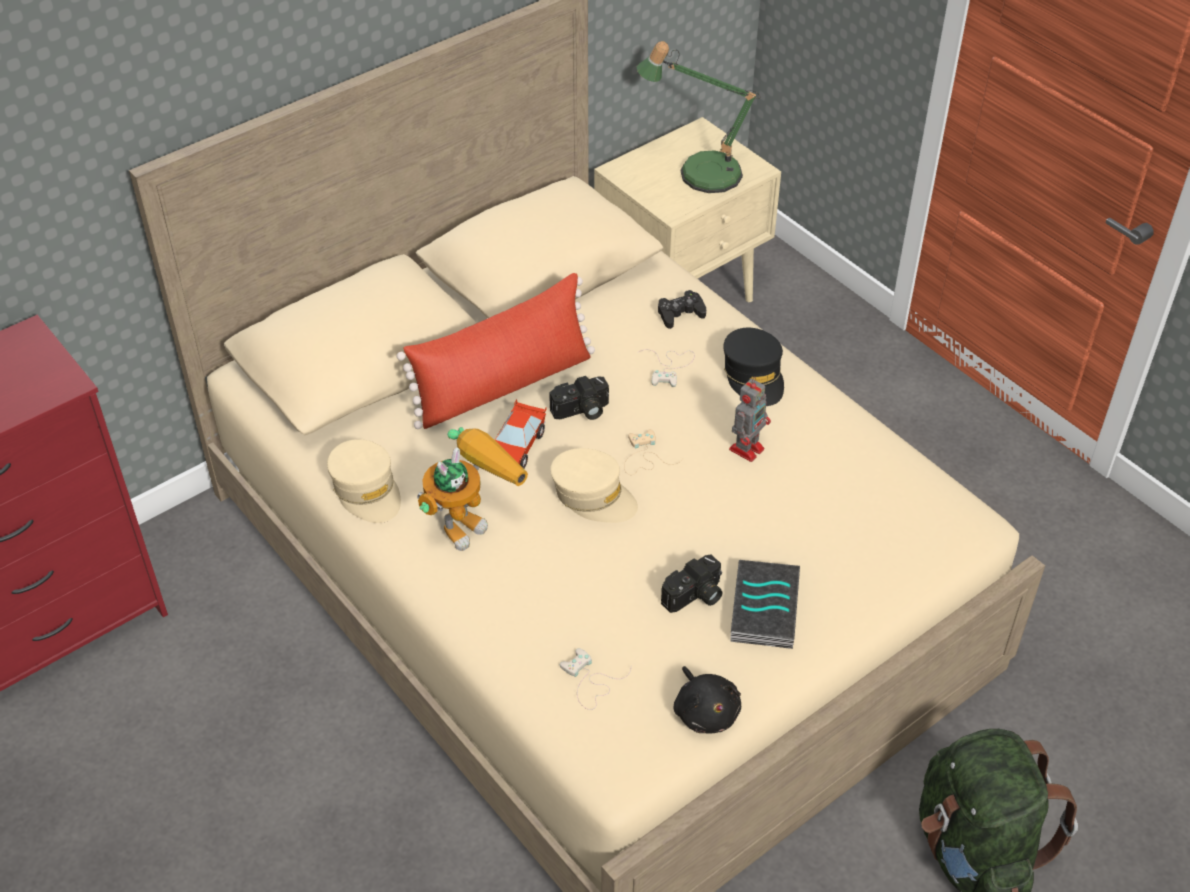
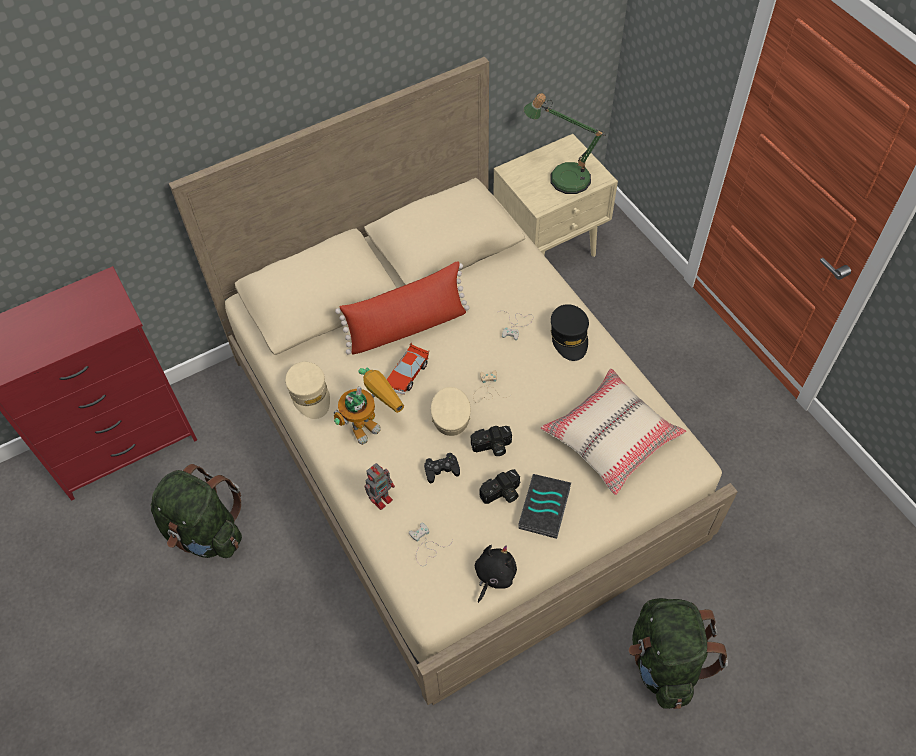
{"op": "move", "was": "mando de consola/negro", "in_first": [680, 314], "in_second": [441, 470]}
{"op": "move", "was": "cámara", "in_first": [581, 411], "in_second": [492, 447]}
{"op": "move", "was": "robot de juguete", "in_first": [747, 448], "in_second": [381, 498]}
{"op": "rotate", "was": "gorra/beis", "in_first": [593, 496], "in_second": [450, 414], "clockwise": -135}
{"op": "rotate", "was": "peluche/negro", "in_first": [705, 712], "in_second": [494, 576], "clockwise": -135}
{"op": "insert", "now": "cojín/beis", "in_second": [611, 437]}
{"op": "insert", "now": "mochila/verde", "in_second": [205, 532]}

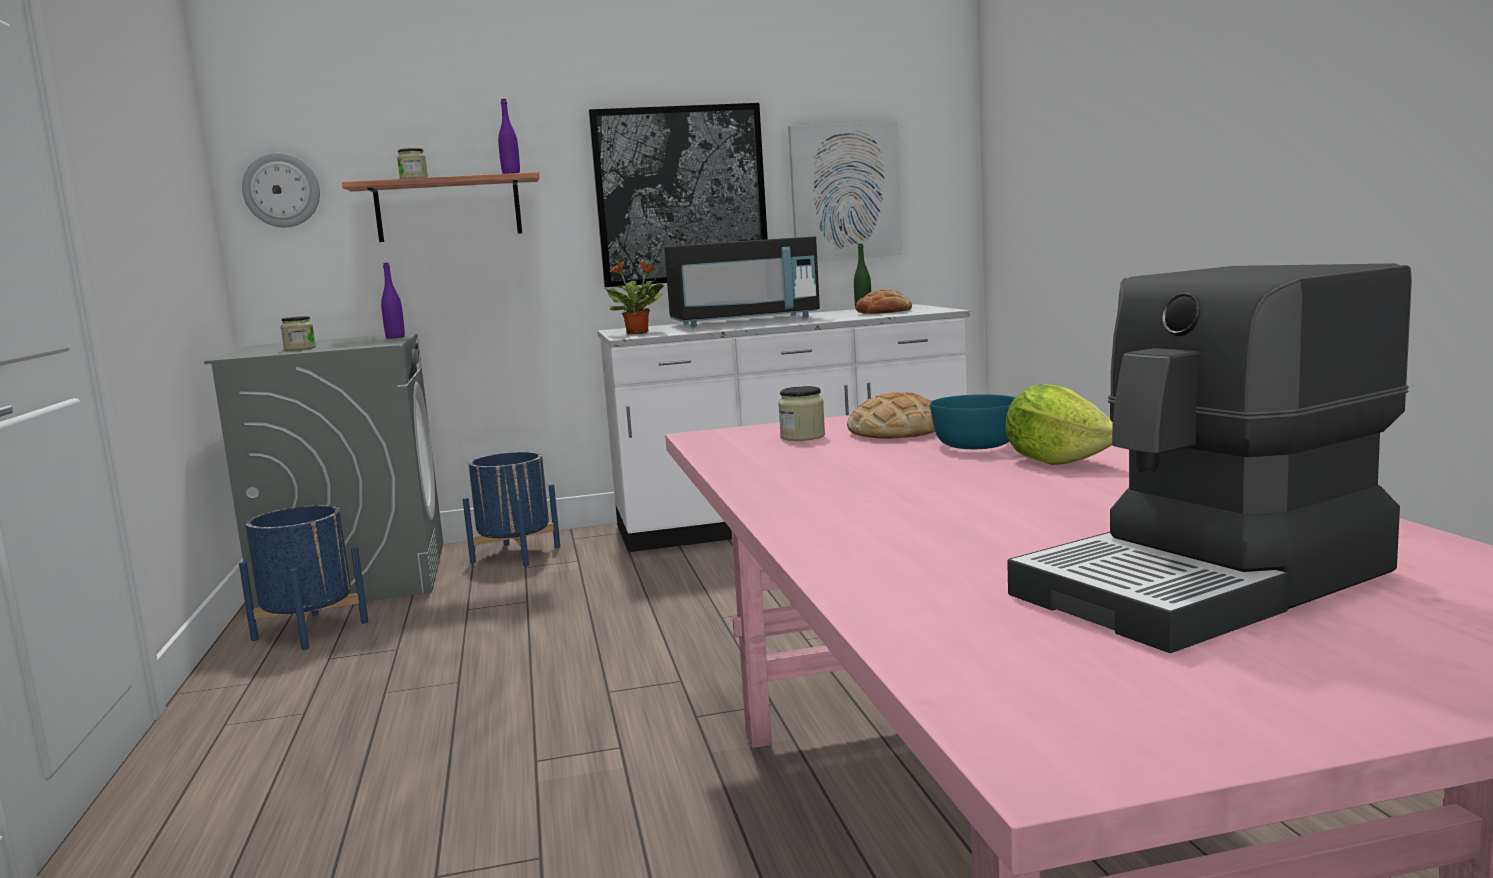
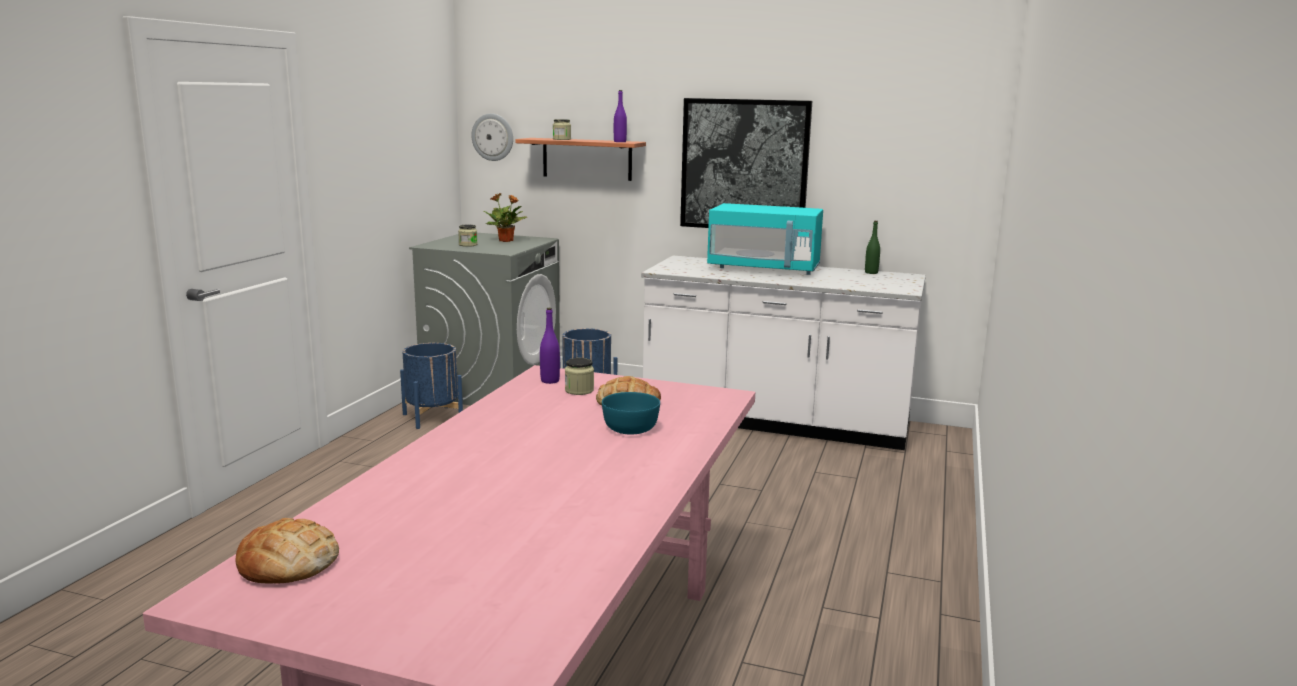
{"op": "delete", "was": "cuadro", "in_first": [844, 192]}
{"op": "recolor", "was": "microondas/negro", "now": "microondas/turquesa", "in_first": [744, 321], "in_second": [764, 269]}
{"op": "move", "was": "planta en maceta", "in_first": [638, 333], "in_second": [506, 241]}
{"op": "move", "was": "botella/morado", "in_first": [395, 337], "in_second": [550, 381]}
{"op": "delete", "was": "cafetera", "in_first": [1209, 583]}
{"op": "move", "was": "pan", "in_first": [884, 312], "in_second": [288, 562]}
{"op": "delete", "was": "lechuga", "in_first": [1057, 461]}

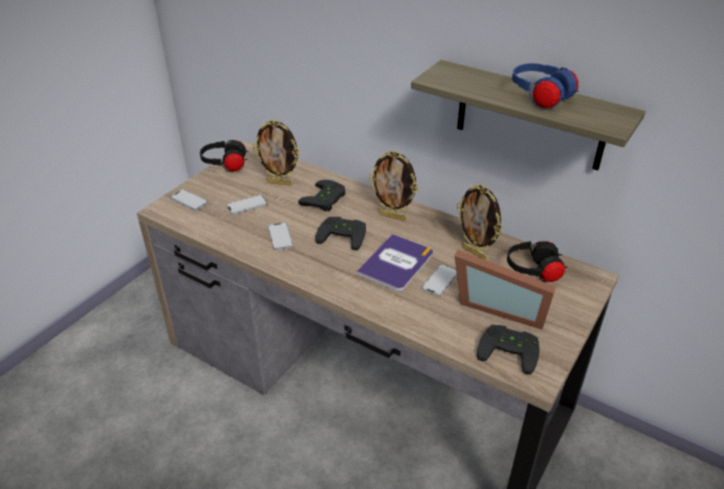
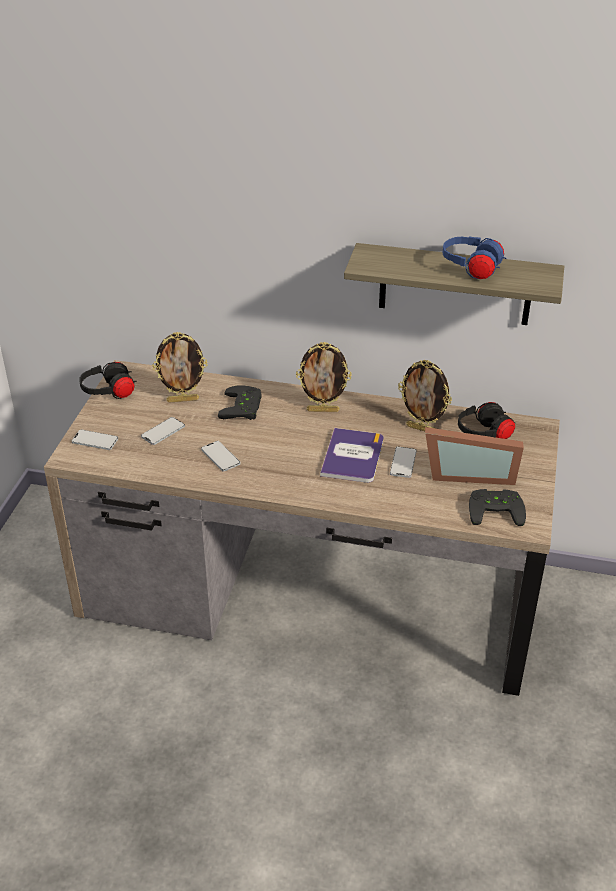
{"op": "delete", "was": "mando de consola/negro", "in_first": [343, 234]}

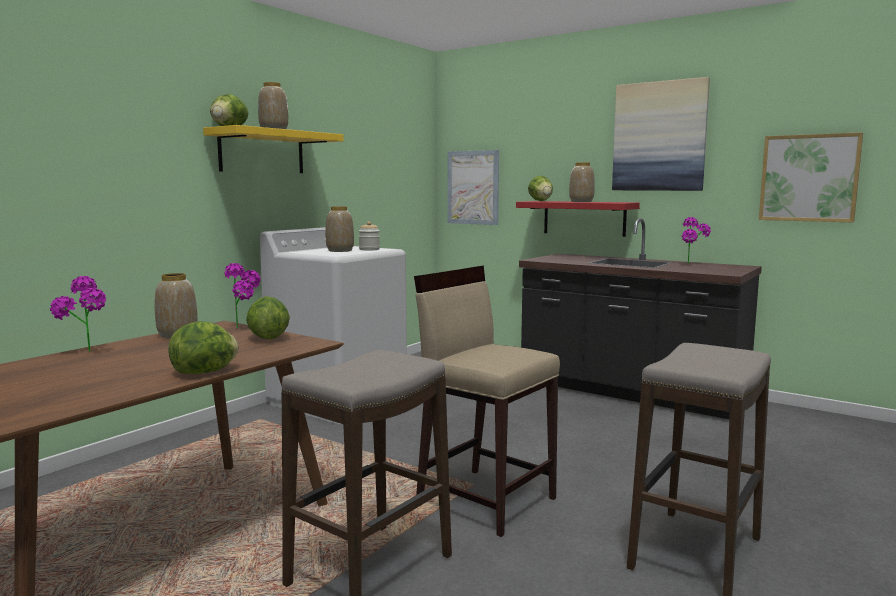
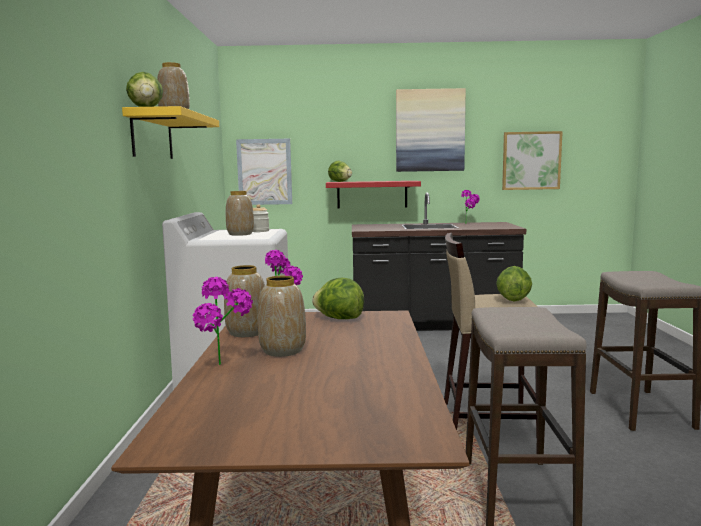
{"op": "move", "was": "florero", "in_first": [581, 202], "in_second": [283, 350]}
{"op": "move", "was": "lechuga", "in_first": [205, 372], "in_second": [513, 300]}

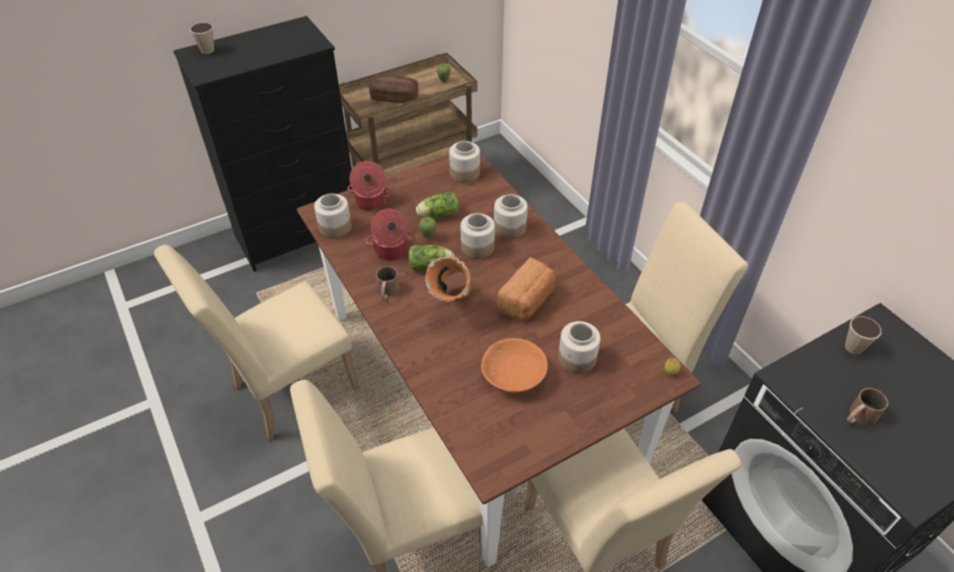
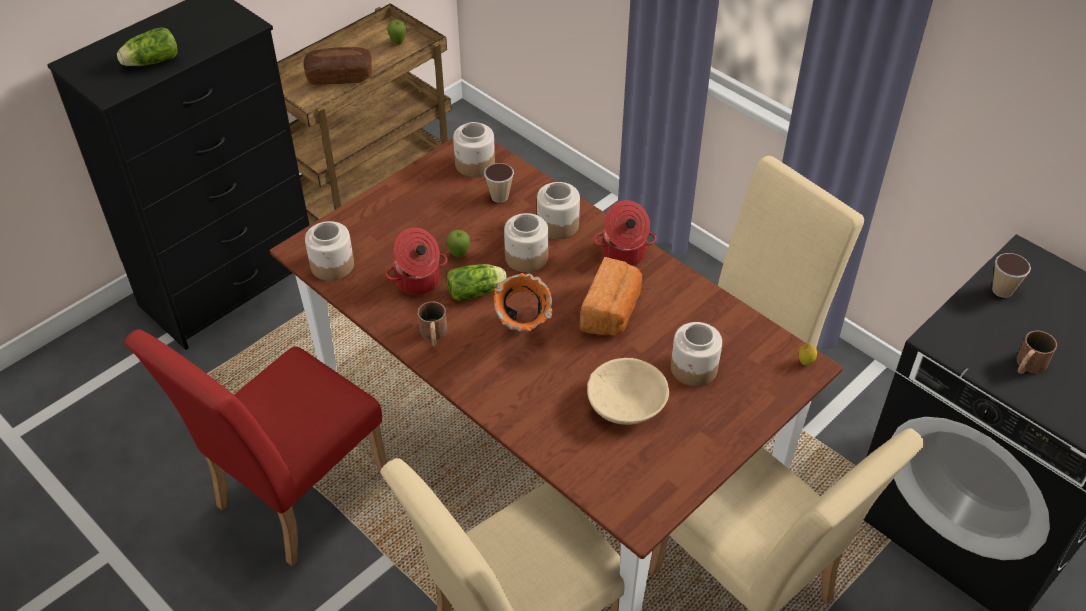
{"op": "move", "was": "taza", "in_first": [207, 50], "in_second": [499, 196]}
{"op": "move", "was": "olla", "in_first": [370, 202], "in_second": [624, 254]}
{"op": "move", "was": "lechuga", "in_first": [437, 215], "in_second": [150, 62]}
{"op": "recolor", "was": "silla/beis", "now": "silla/rojo", "in_first": [287, 391], "in_second": [292, 499]}
{"op": "recolor", "was": "cuenco/naranja", "now": "cuenco/beis", "in_first": [513, 375], "in_second": [626, 404]}

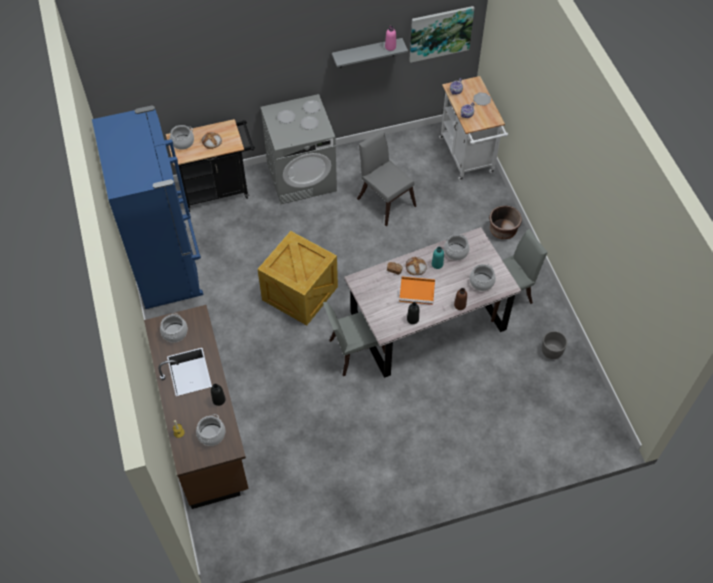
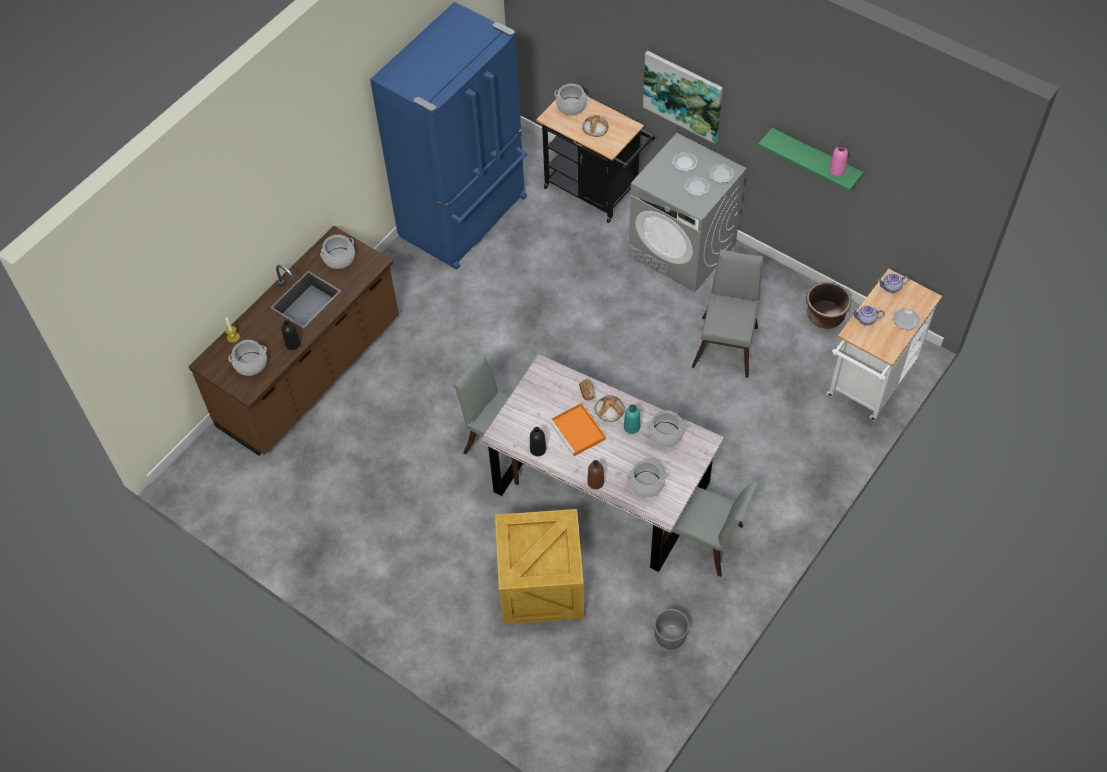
{"op": "move", "was": "cuadro", "in_first": [440, 33], "in_second": [683, 95]}
{"op": "recolor", "was": "estante/gris", "now": "estante/verde", "in_first": [367, 53], "in_second": [815, 159]}
{"op": "move", "was": "maceta/marrón", "in_first": [502, 230], "in_second": [825, 316]}
{"op": "move", "was": "caja de embalaje", "in_first": [299, 292], "in_second": [542, 583]}

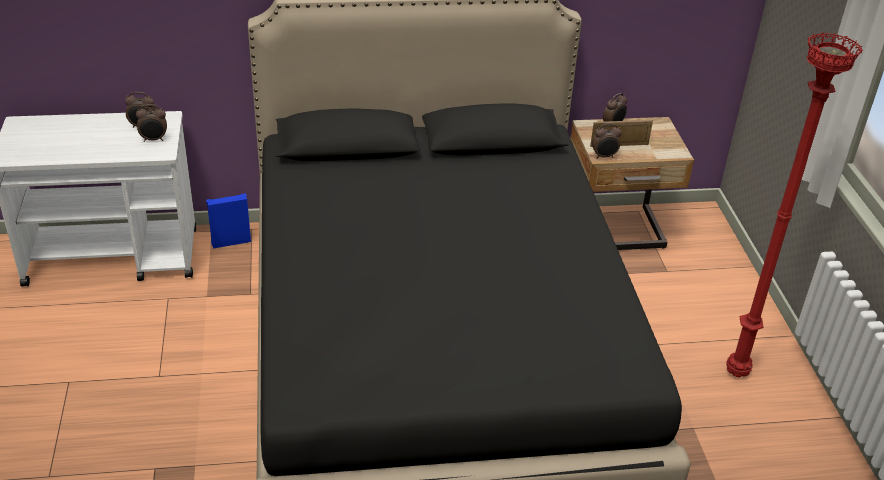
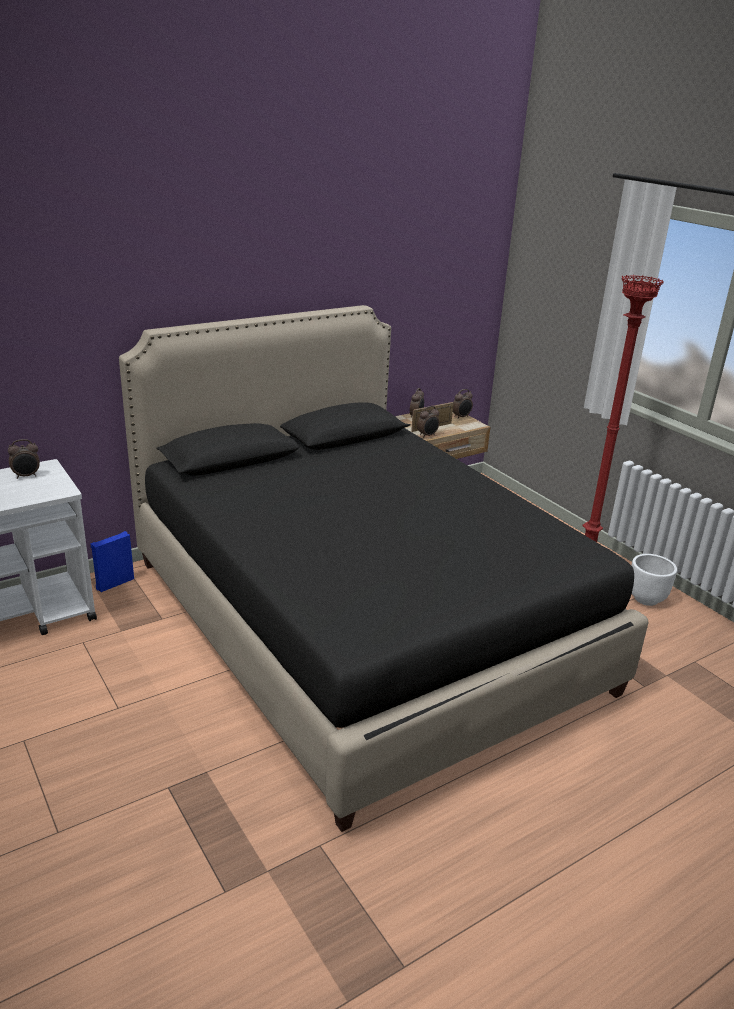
{"op": "move", "was": "despertador", "in_first": [154, 139], "in_second": [461, 417]}
{"op": "insert", "now": "maceta/blanco", "in_second": [645, 599]}

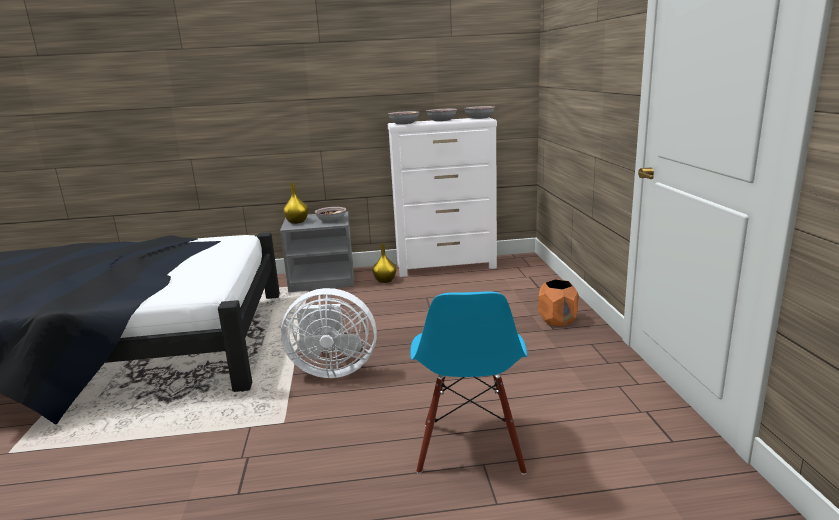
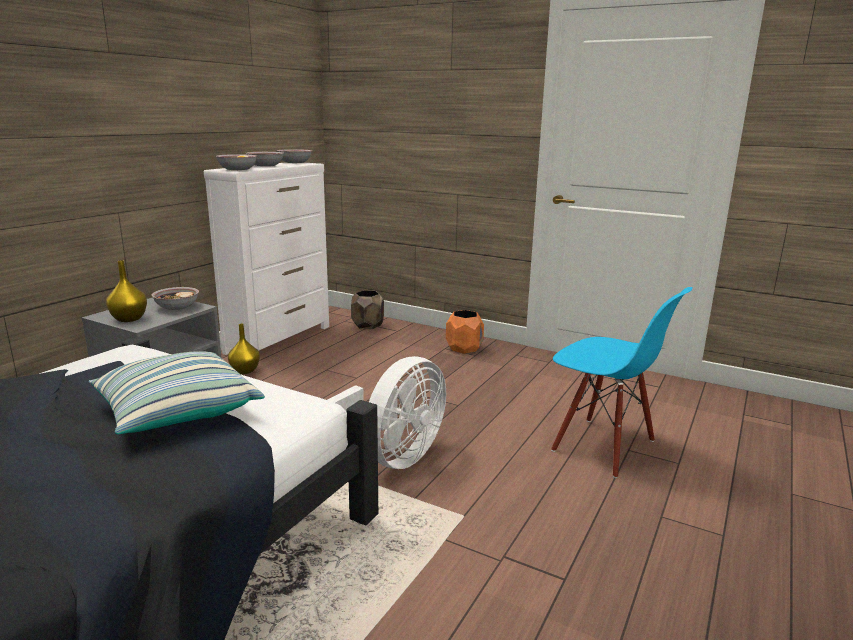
{"op": "insert", "now": "maceta/marrón", "in_second": [367, 325]}
{"op": "insert", "now": "cojín", "in_second": [177, 412]}

